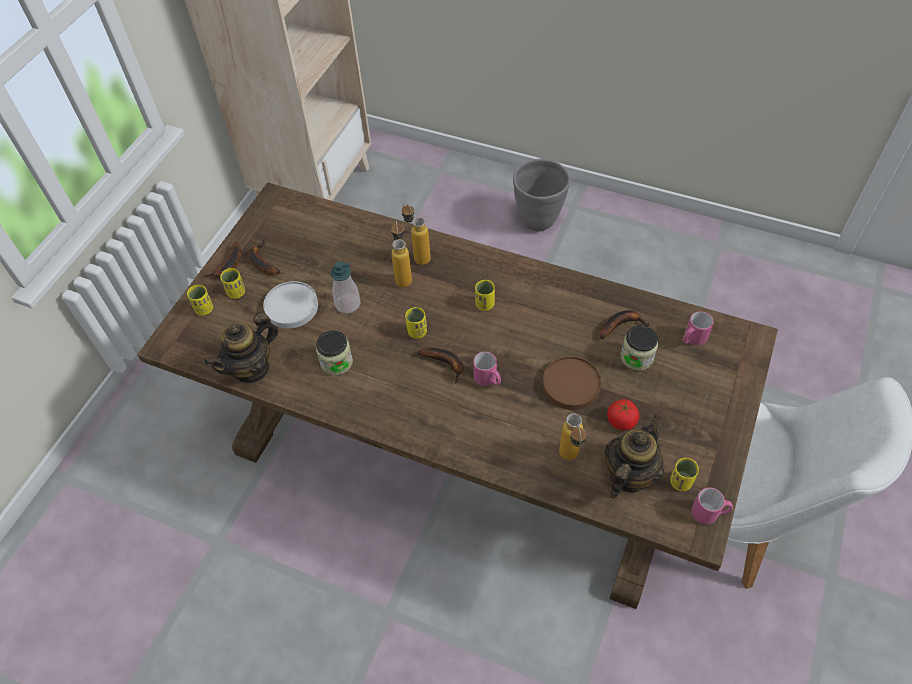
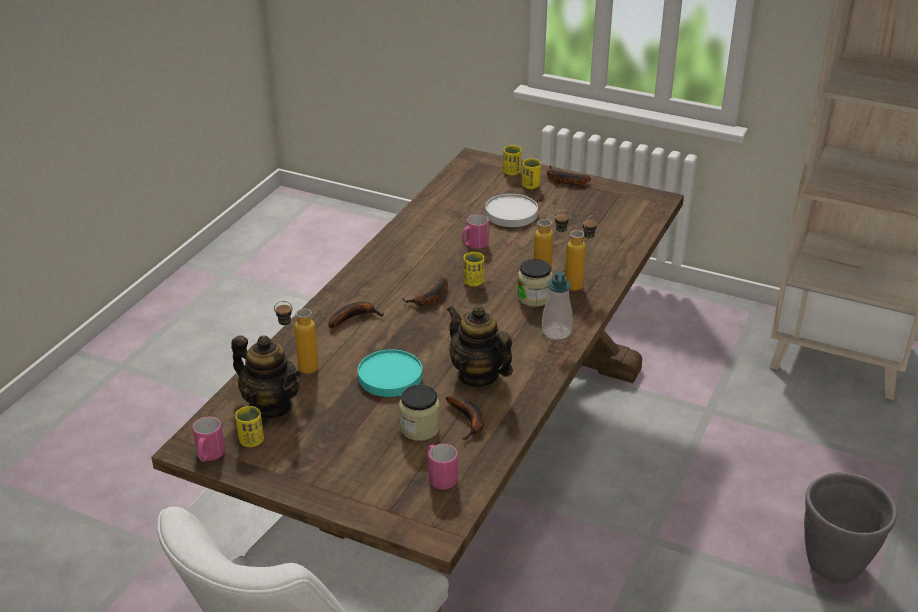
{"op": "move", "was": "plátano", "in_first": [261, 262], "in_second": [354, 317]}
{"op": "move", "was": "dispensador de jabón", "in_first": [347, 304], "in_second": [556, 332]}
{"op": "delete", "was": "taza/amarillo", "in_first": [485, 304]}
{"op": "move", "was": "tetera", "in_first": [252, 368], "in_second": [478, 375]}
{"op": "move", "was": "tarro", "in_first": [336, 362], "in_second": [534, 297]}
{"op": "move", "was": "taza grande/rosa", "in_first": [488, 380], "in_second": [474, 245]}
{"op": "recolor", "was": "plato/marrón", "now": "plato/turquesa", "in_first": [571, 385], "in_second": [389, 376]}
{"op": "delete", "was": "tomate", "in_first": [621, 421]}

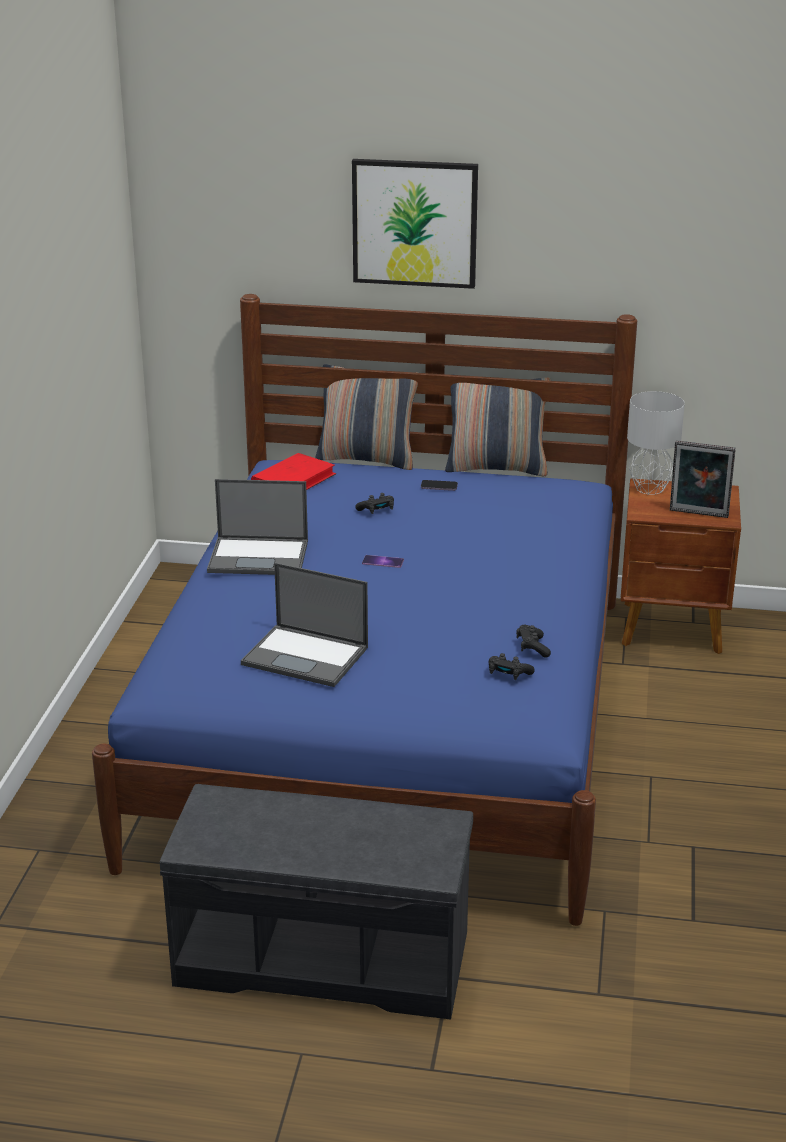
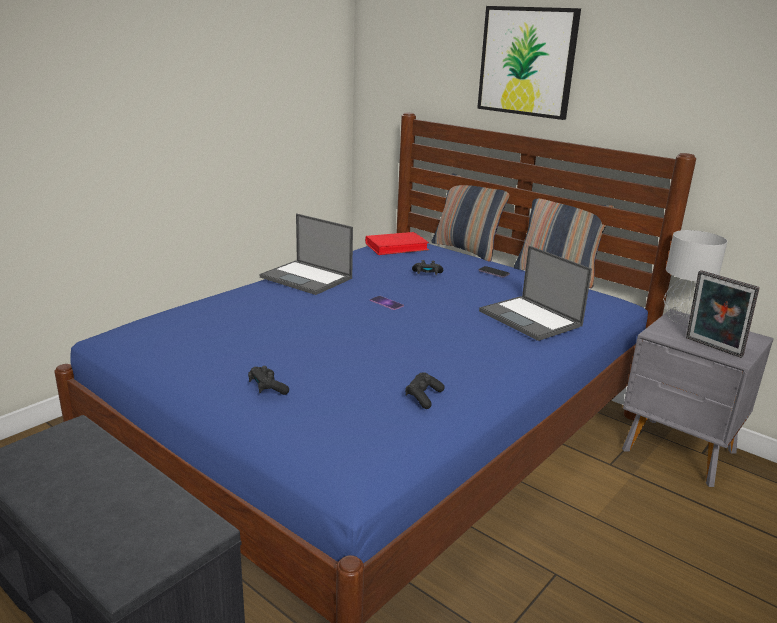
{"op": "recolor", "was": "mesita de noche/marrón", "now": "mesita de noche/gris", "in_first": [673, 629], "in_second": [679, 452]}
{"op": "move", "was": "portátil", "in_first": [307, 656], "in_second": [531, 319]}
{"op": "move", "was": "mando de consola/negro", "in_first": [508, 674], "in_second": [267, 388]}

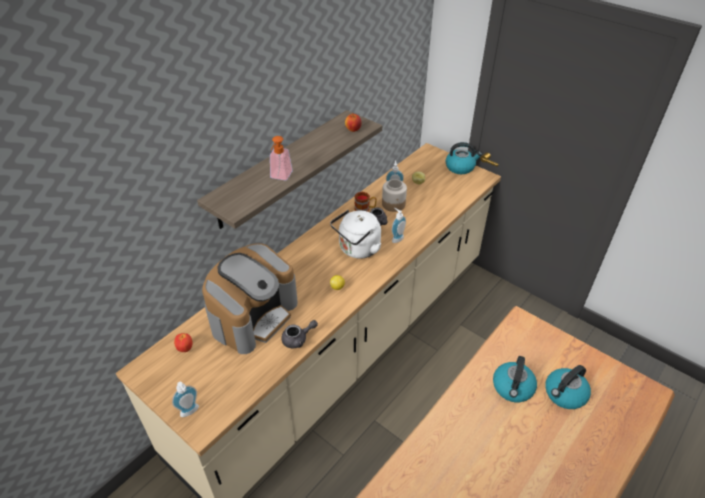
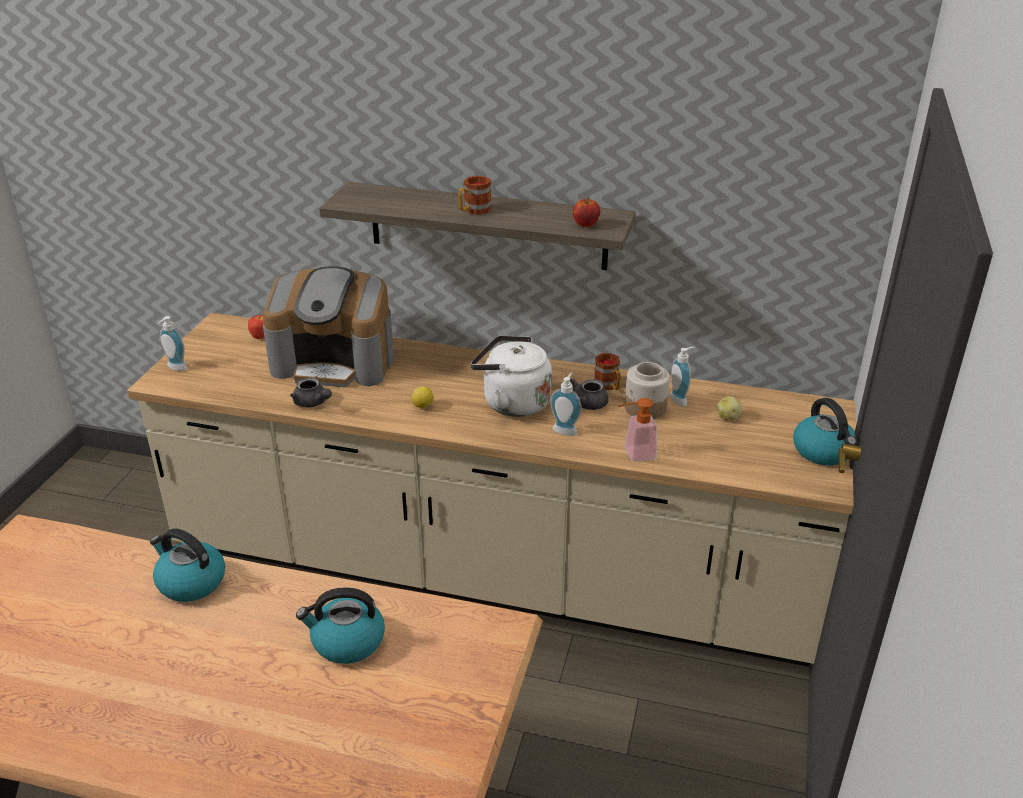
{"op": "move", "was": "dispensador de jabón", "in_first": [280, 177], "in_second": [634, 454]}
{"op": "move", "was": "hervidor", "in_first": [564, 394], "in_second": [190, 582]}
{"op": "insert", "now": "taza grande", "in_second": [473, 211]}

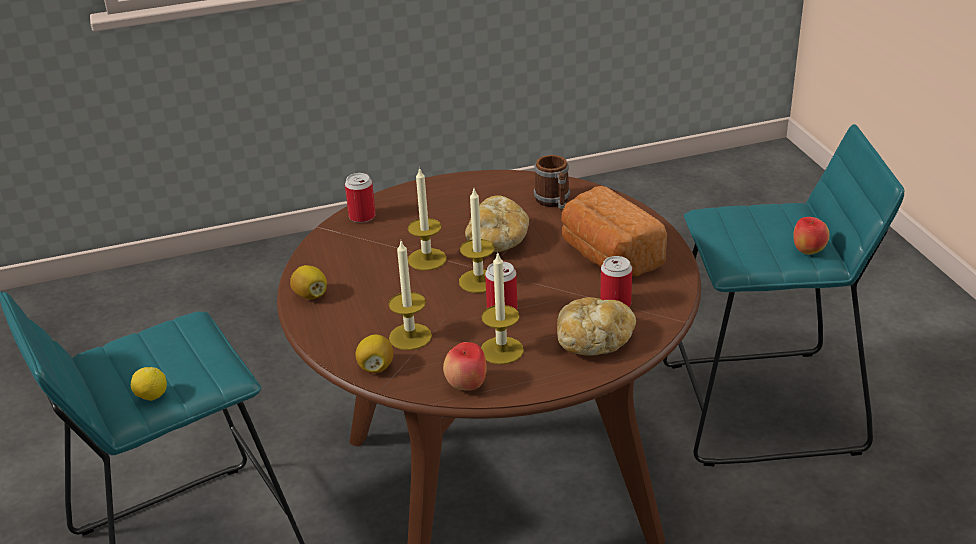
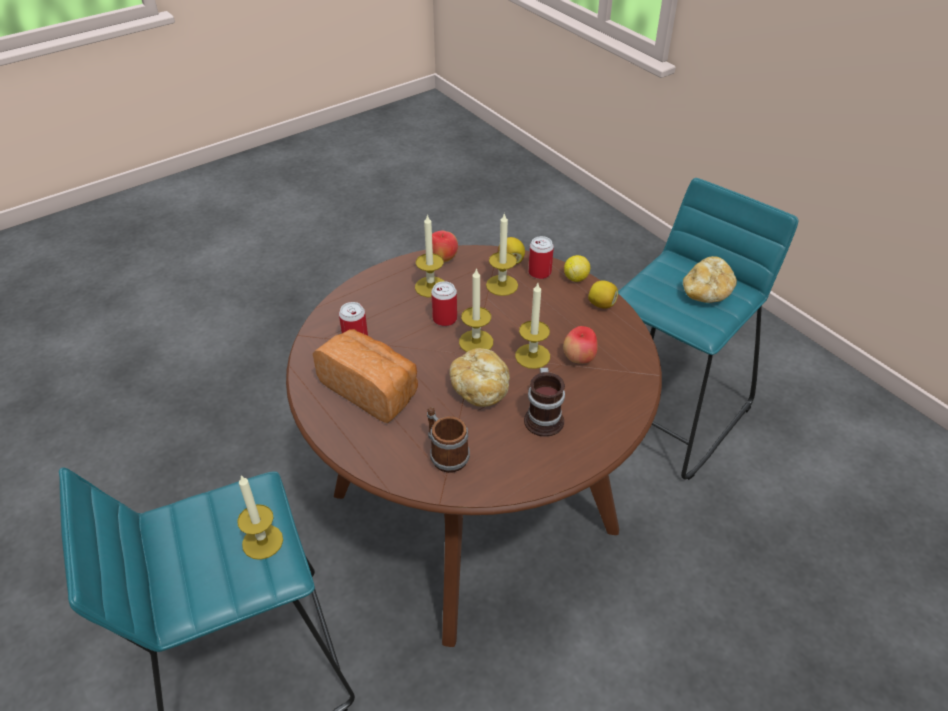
{"op": "move", "was": "lata", "in_first": [362, 216], "in_second": [539, 273]}
{"op": "move", "was": "manzana", "in_first": [808, 251], "in_second": [579, 359]}
{"op": "move", "was": "pan", "in_first": [594, 341], "in_second": [706, 292]}
{"op": "move", "was": "limón", "in_first": [151, 396], "in_second": [576, 278]}
{"op": "insert", "now": "taza grande", "in_second": [545, 417]}
{"op": "insert", "now": "vela", "in_second": [262, 542]}

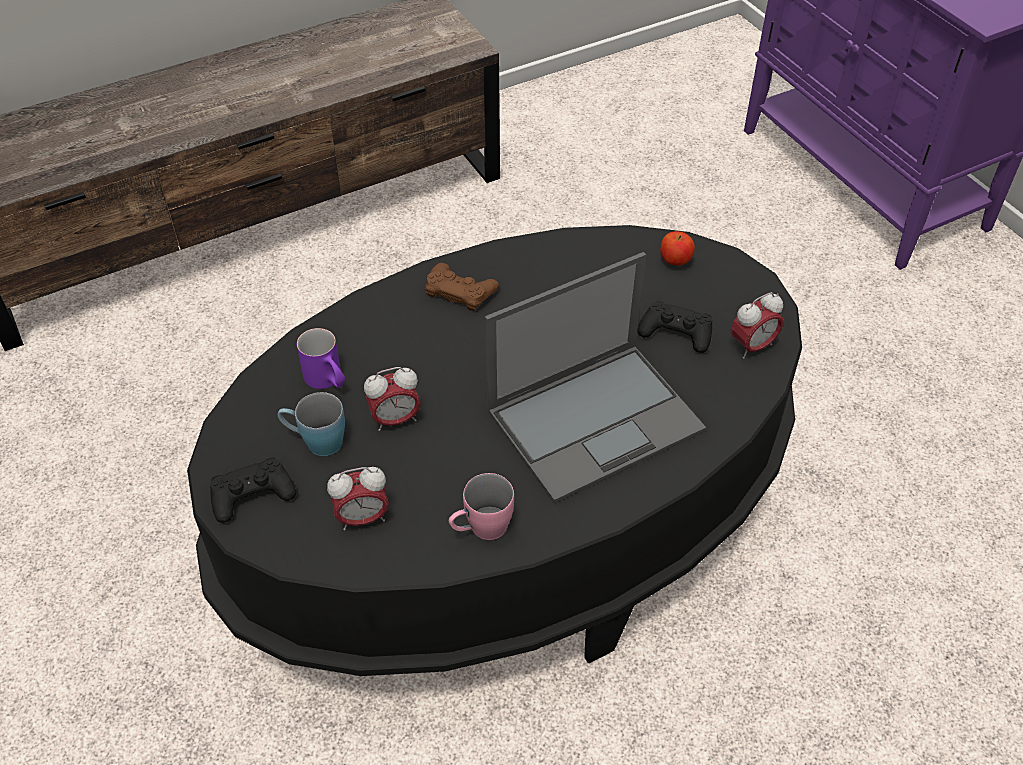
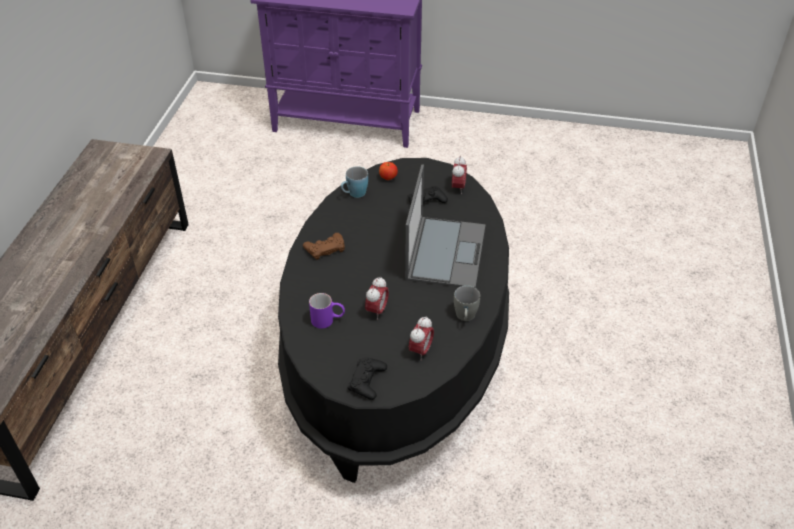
{"op": "move", "was": "taza grande/azul", "in_first": [315, 441], "in_second": [354, 194]}
{"op": "recolor", "was": "taza grande/rosa", "now": "taza grande/gris", "in_first": [481, 529], "in_second": [465, 318]}

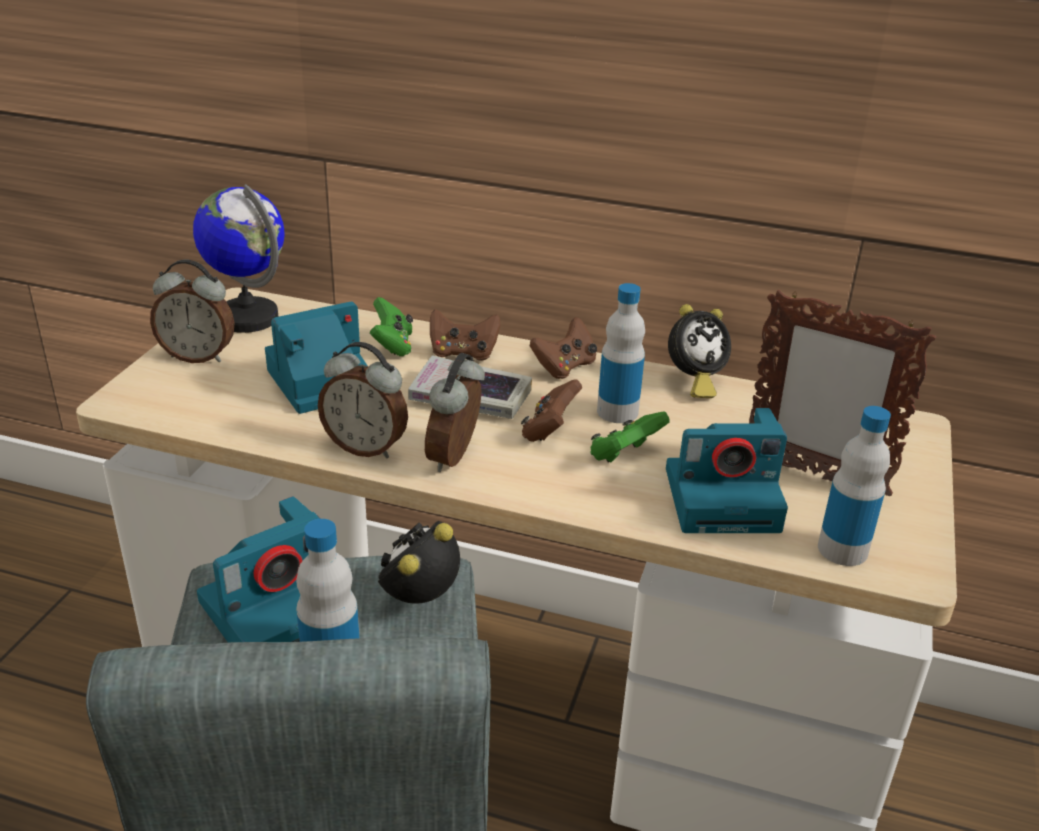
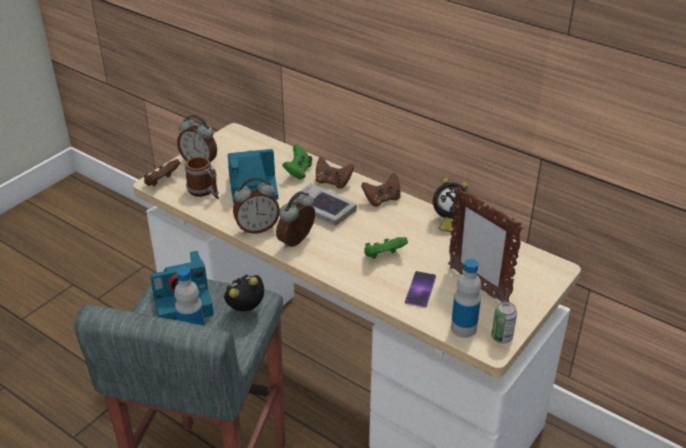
{"op": "delete", "was": "globo terráqueo", "in_first": [248, 317]}
{"op": "delete", "was": "botella", "in_first": [617, 411]}
{"op": "rotate", "was": "despertador", "in_first": [366, 447], "in_second": [257, 228], "clockwise": -60}
{"op": "move", "was": "mando de consola/marrón", "in_first": [549, 430], "in_second": [162, 182]}
{"op": "replace", "was": "cámara", "now": "móvil", "in_first": [724, 498], "in_second": [420, 289]}
{"op": "insert", "now": "taza grande", "in_second": [204, 192]}
{"op": "insert", "now": "lata", "in_second": [501, 337]}

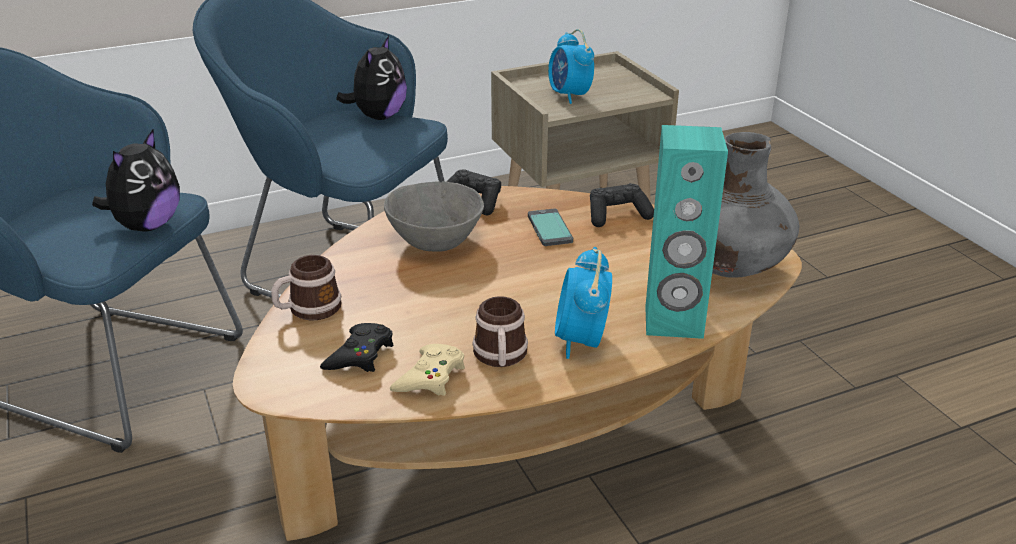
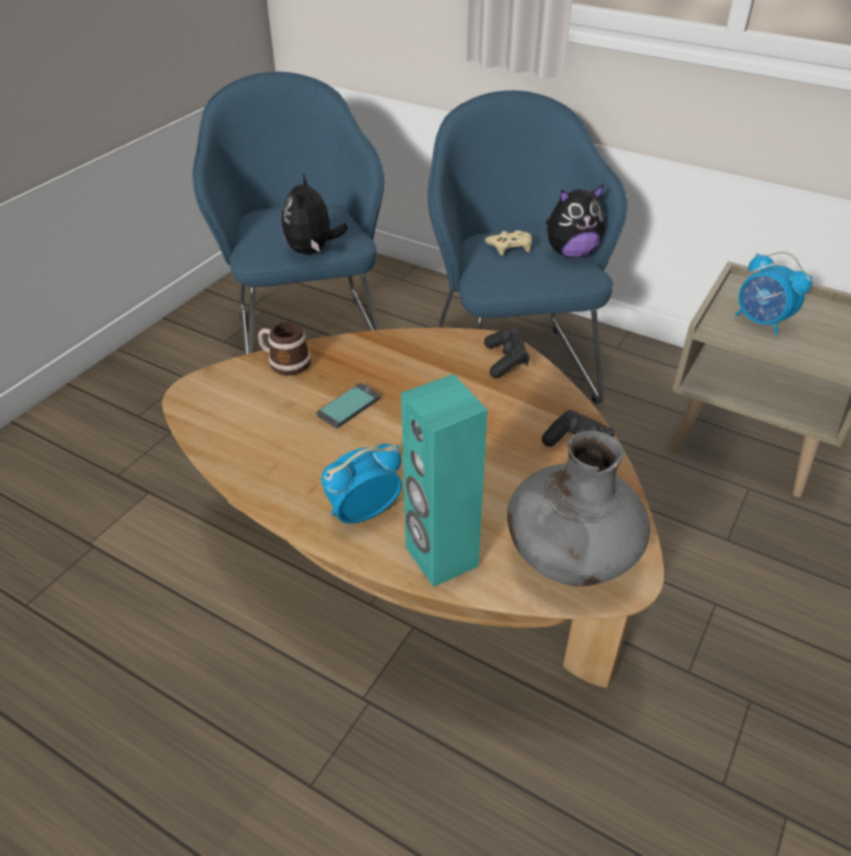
{"op": "rotate", "was": "despertador", "in_first": [569, 96], "in_second": [761, 322], "clockwise": -75}
{"op": "rotate", "was": "peluche", "in_first": [147, 225], "in_second": [312, 251], "clockwise": 105}
{"op": "delete", "was": "cuenco/gris", "in_first": [436, 240]}
{"op": "move", "was": "móvil", "in_first": [549, 228], "in_second": [348, 406]}
{"op": "delete", "was": "taza grande", "in_first": [500, 357]}
{"op": "delete", "was": "mando de consola/negro", "in_first": [360, 355]}
{"op": "move", "was": "mando de consola/beis", "in_first": [430, 377], "in_second": [510, 247]}

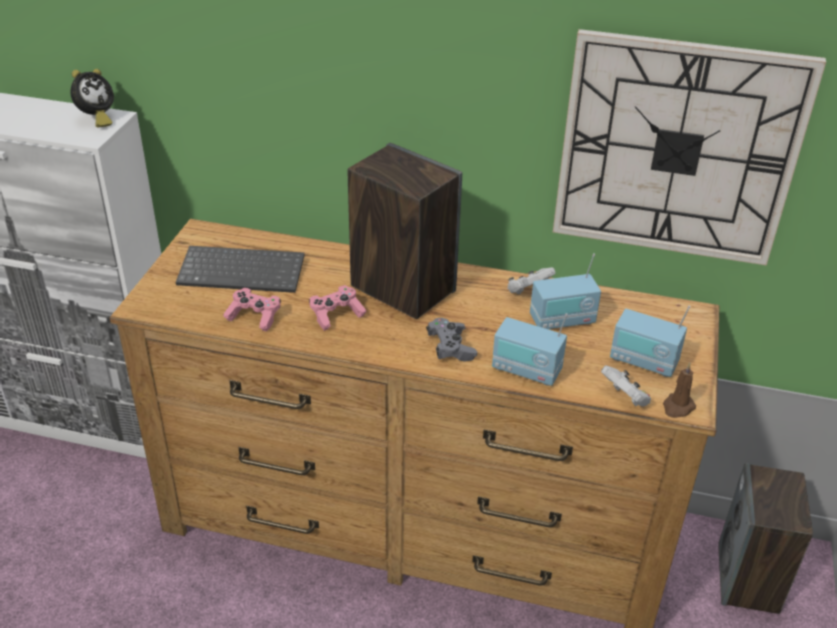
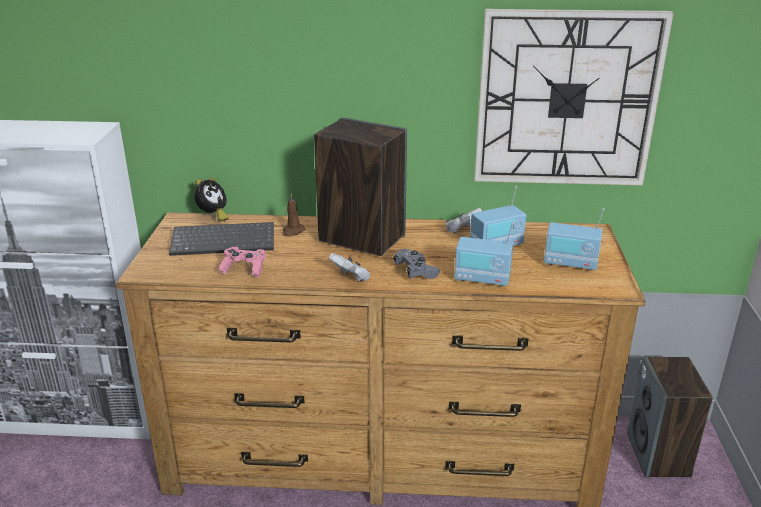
{"op": "move", "was": "despertador", "in_first": [96, 119], "in_second": [212, 216]}
{"op": "delete", "was": "mando de consola/rosa", "in_first": [336, 315]}
{"op": "move", "was": "vela/marrón", "in_first": [677, 407], "in_second": [293, 231]}
{"op": "move", "was": "mando de consola/blanco", "in_first": [625, 398], "in_second": [351, 278]}

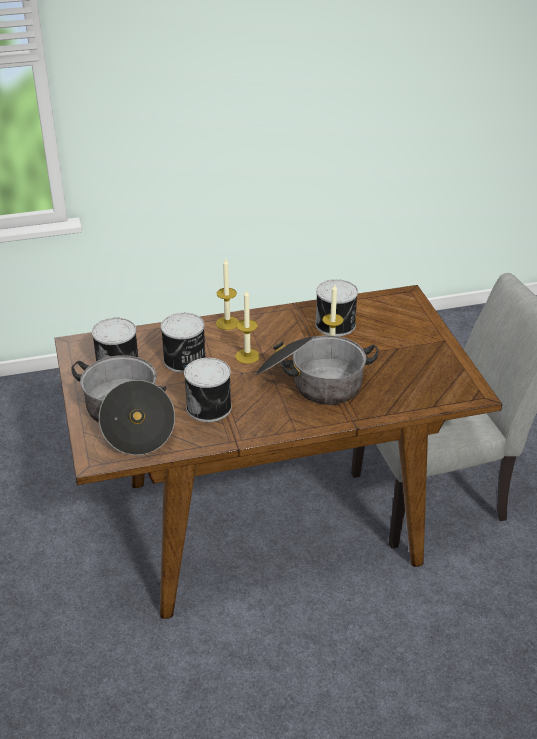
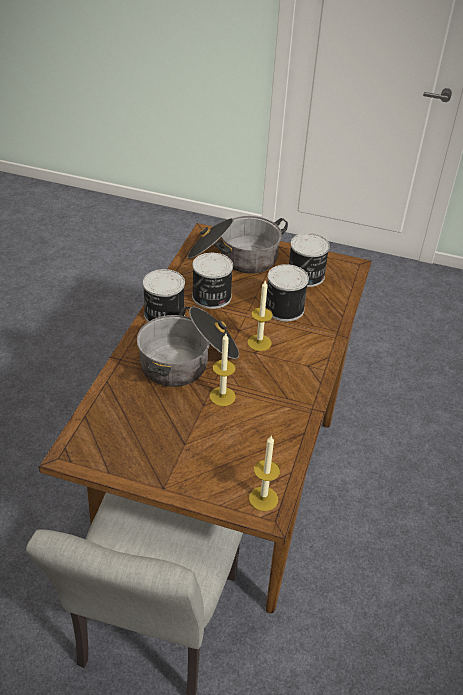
{"op": "move", "was": "vela", "in_first": [227, 323], "in_second": [263, 498]}
{"op": "move", "was": "lata", "in_first": [336, 325], "in_second": [163, 314]}

